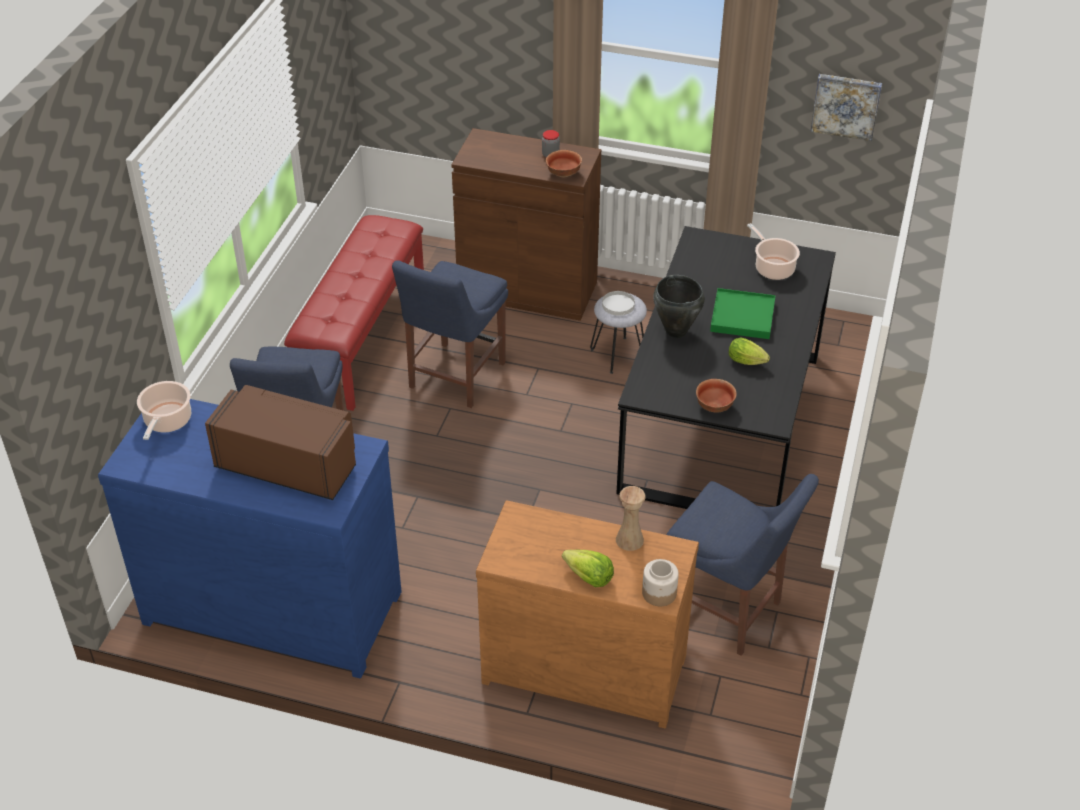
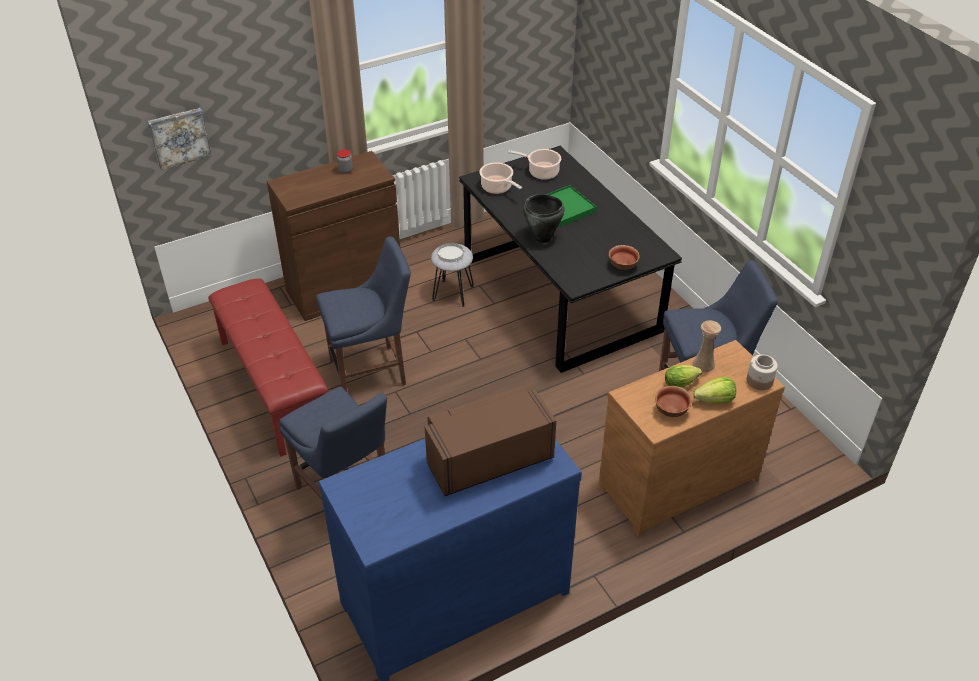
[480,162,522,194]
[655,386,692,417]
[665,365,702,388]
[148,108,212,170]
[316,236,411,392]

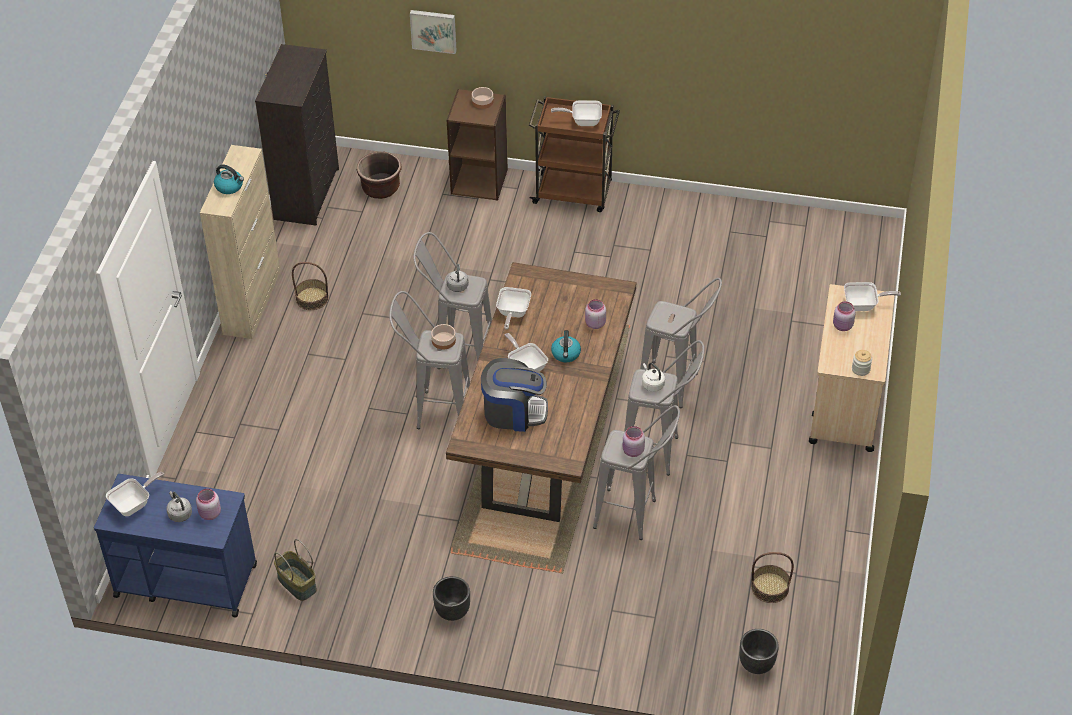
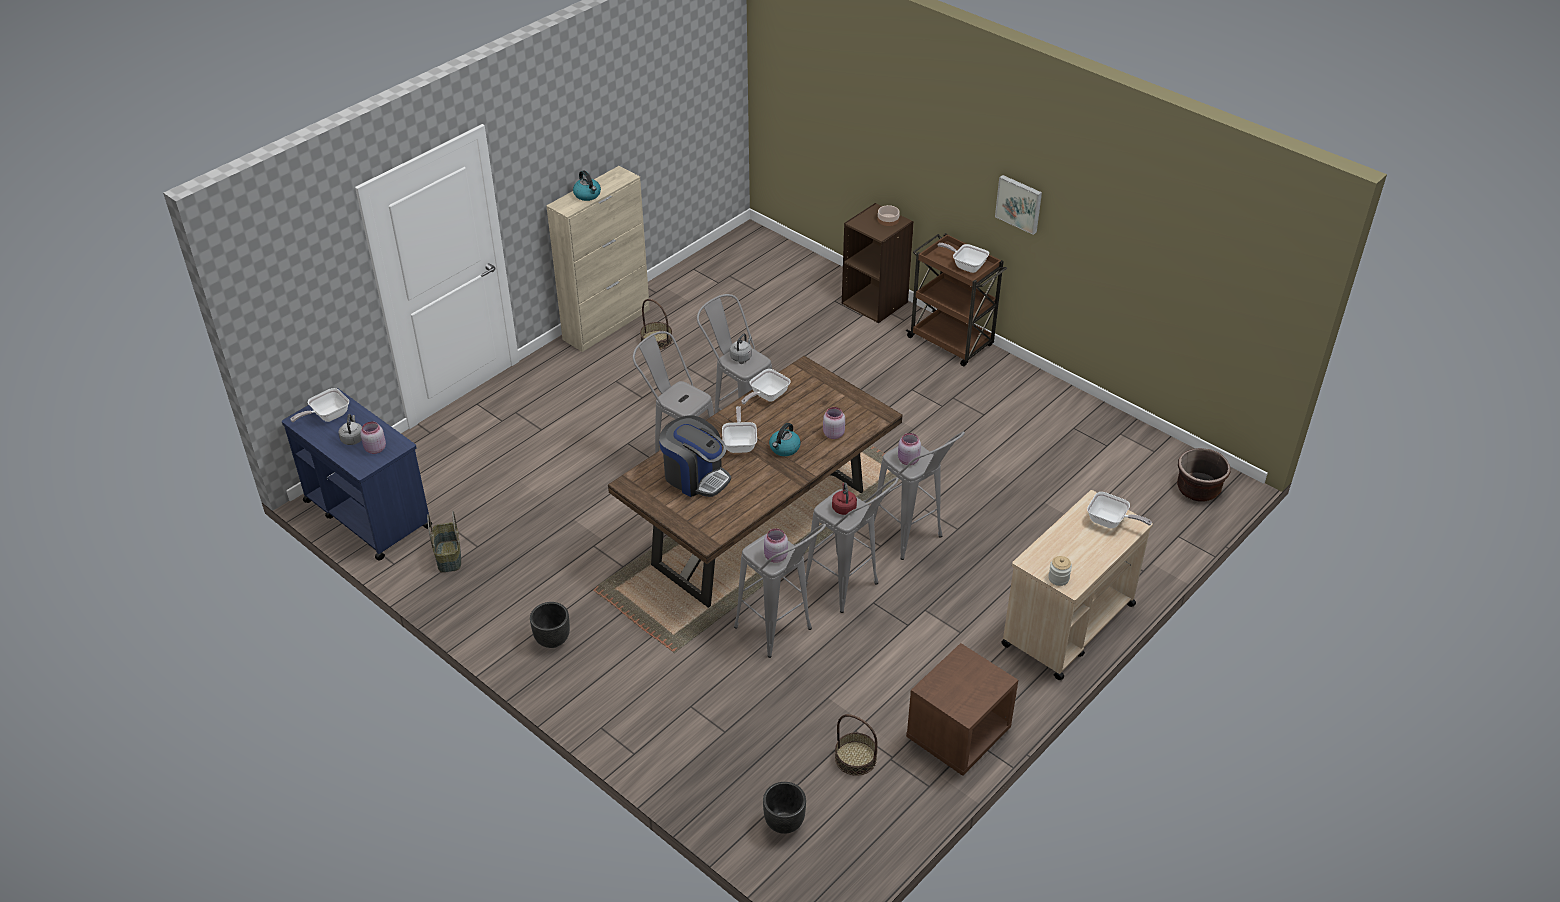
[255,44,339,225] (first image)
[431,324,456,349] (first image)
[906,643,1018,776]
[1177,448,1230,502]
[995,175,1042,235]
[898,433,921,465]
[832,483,857,515]
[290,388,349,422]

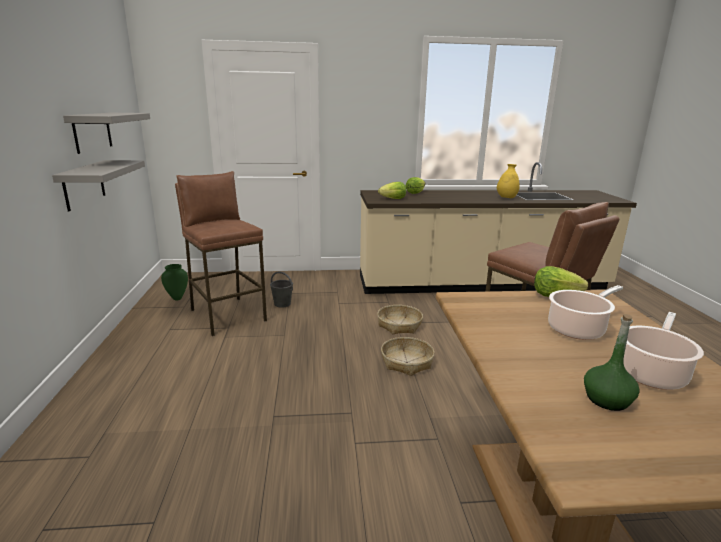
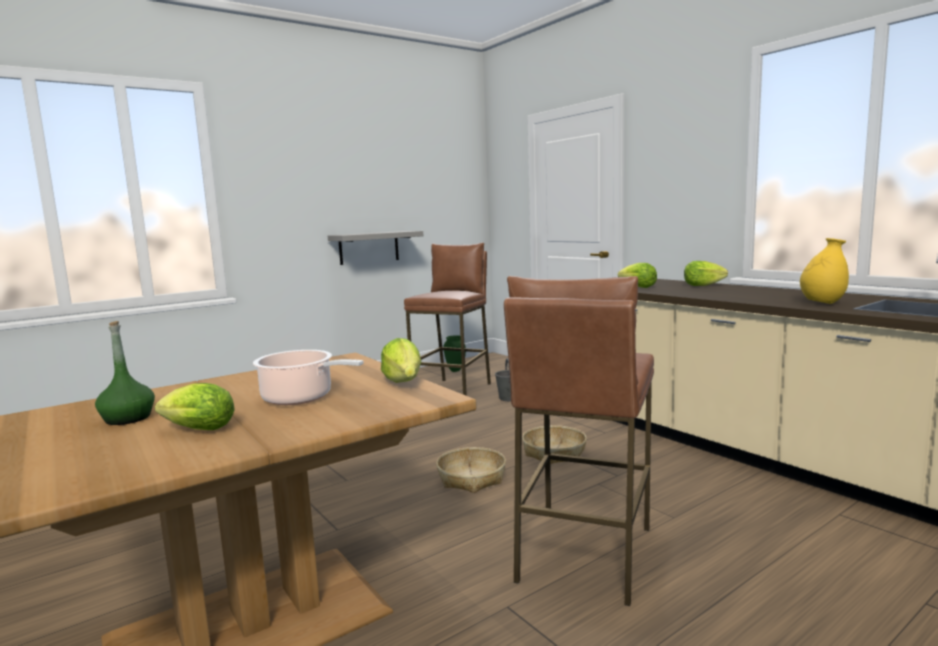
[63,113,150,154] (first image)
[155,383,235,430]

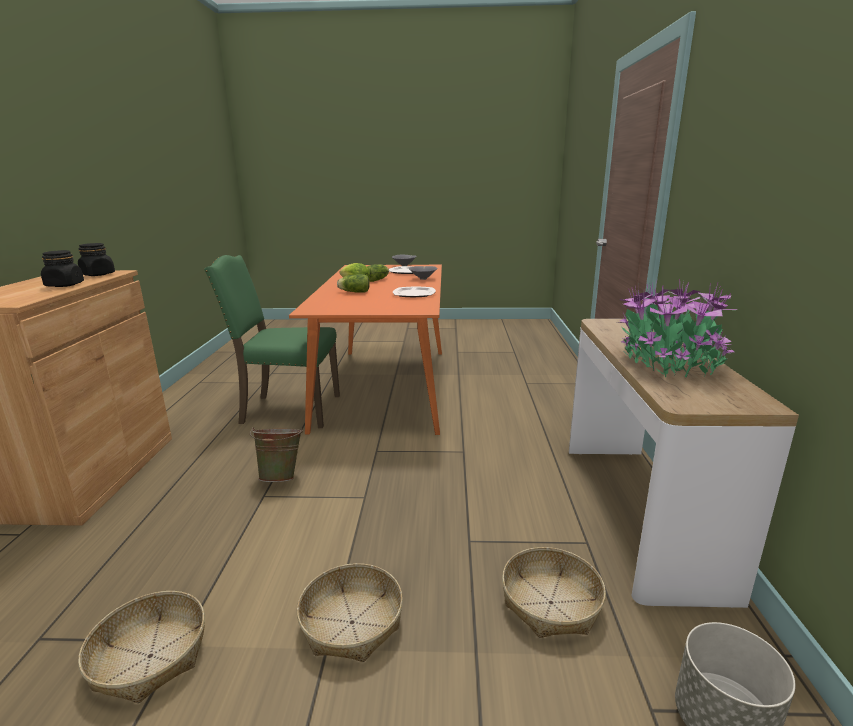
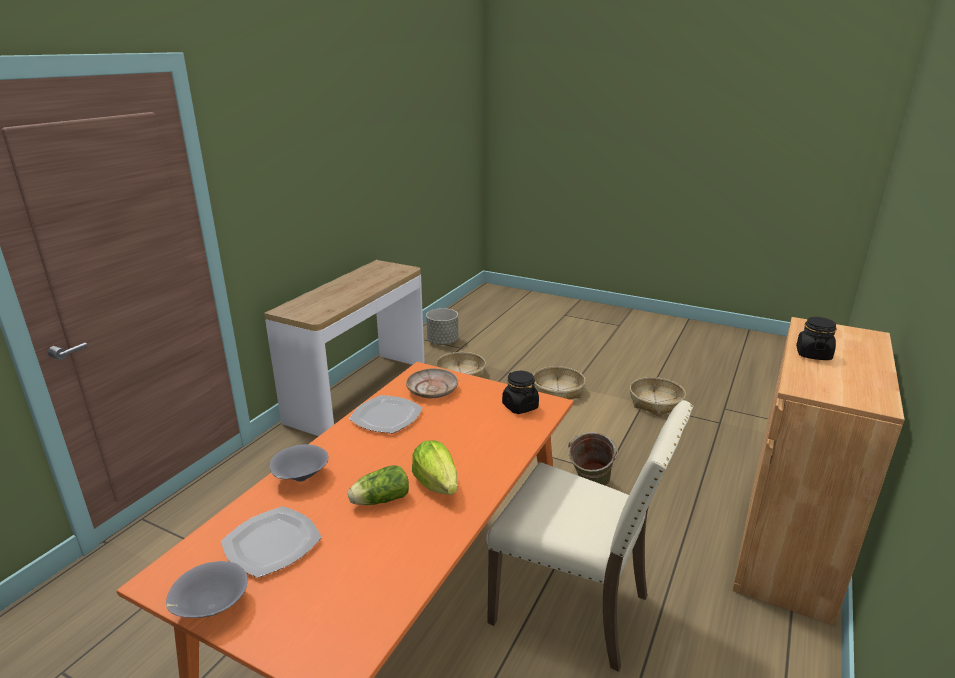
[337,274,369,292] (first image)
[617,279,737,377] (first image)
[406,368,458,398]
[502,371,539,414]
[486,400,694,672]

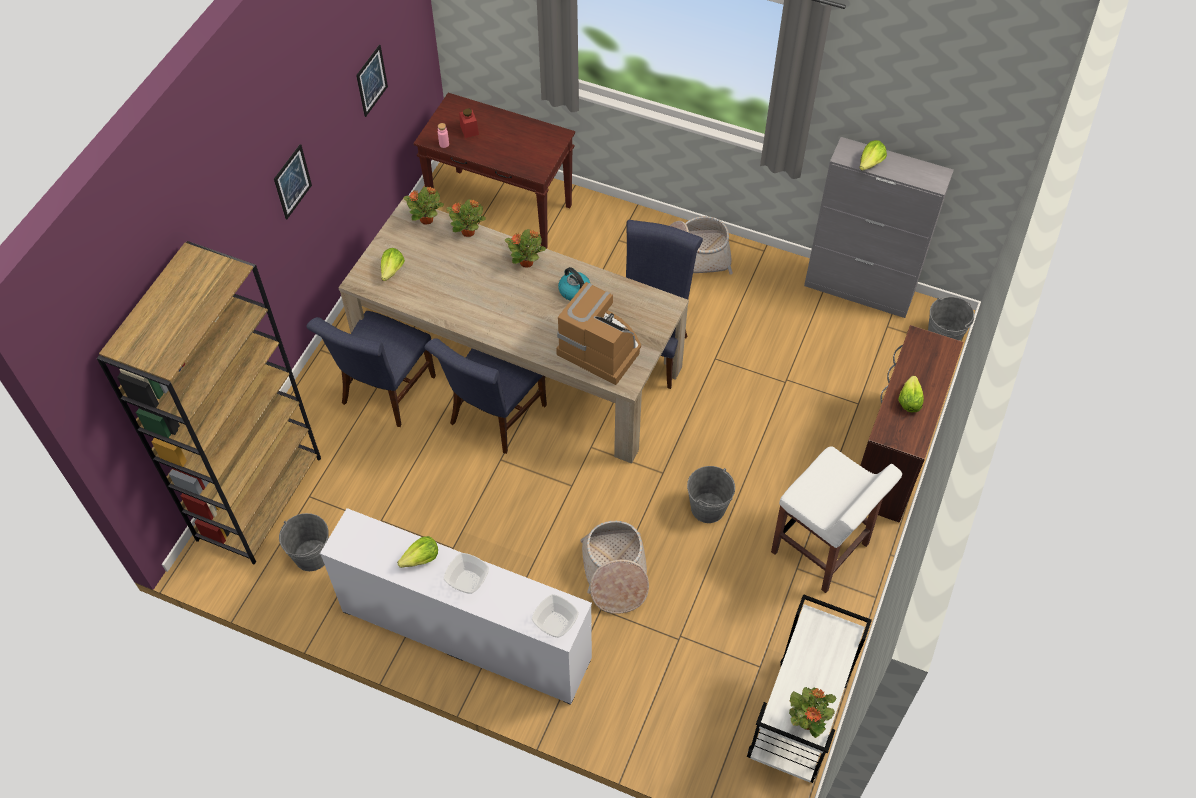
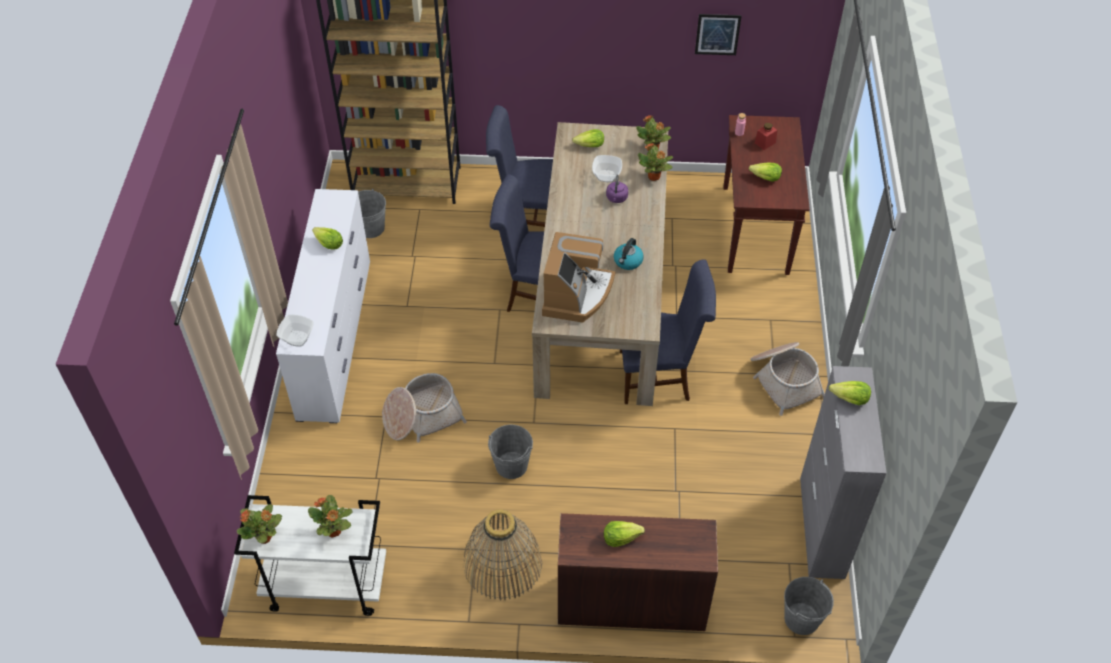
[274,144,312,220] (first image)
[606,175,628,203]
[749,163,782,182]
[592,155,622,182]
[308,495,353,538]
[463,509,542,601]

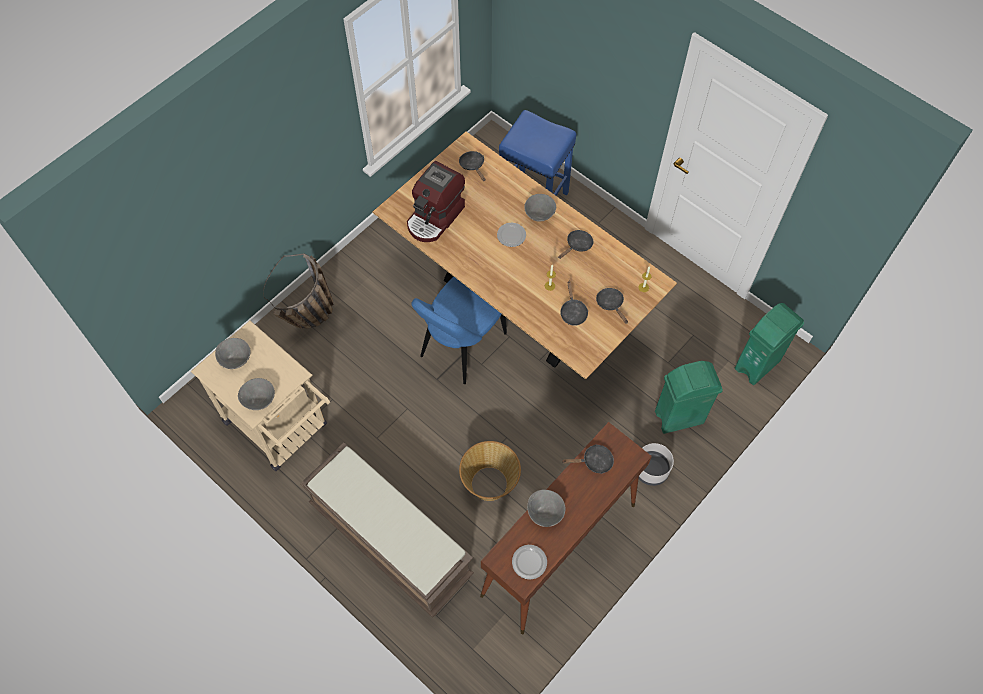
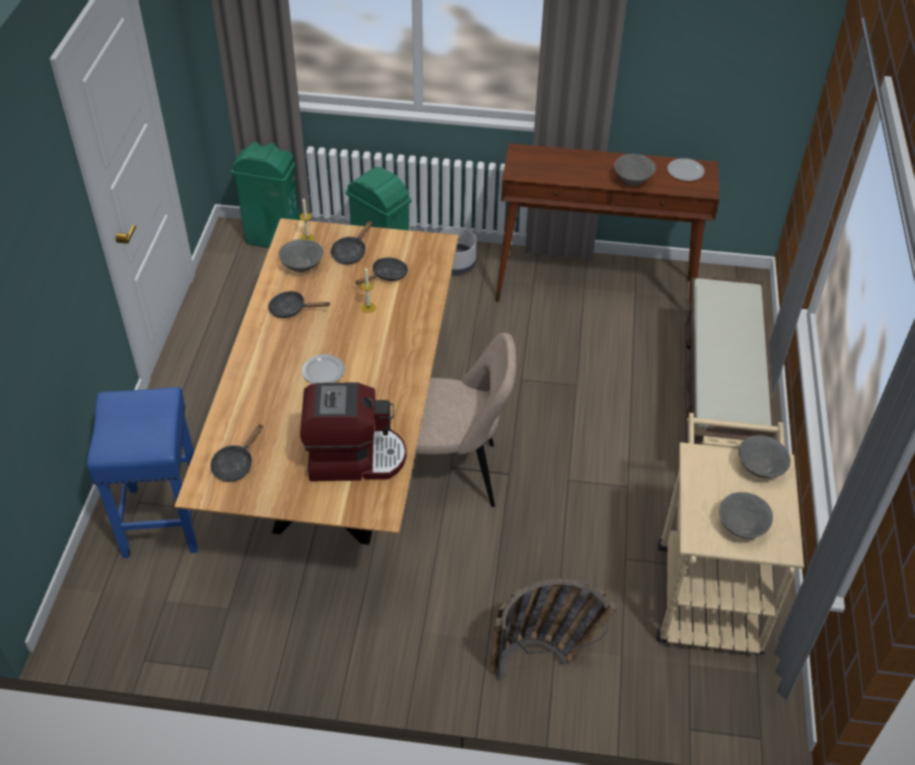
[459,441,521,501] (first image)
[562,444,614,474] (first image)
[279,239,324,272]
[416,333,517,507]

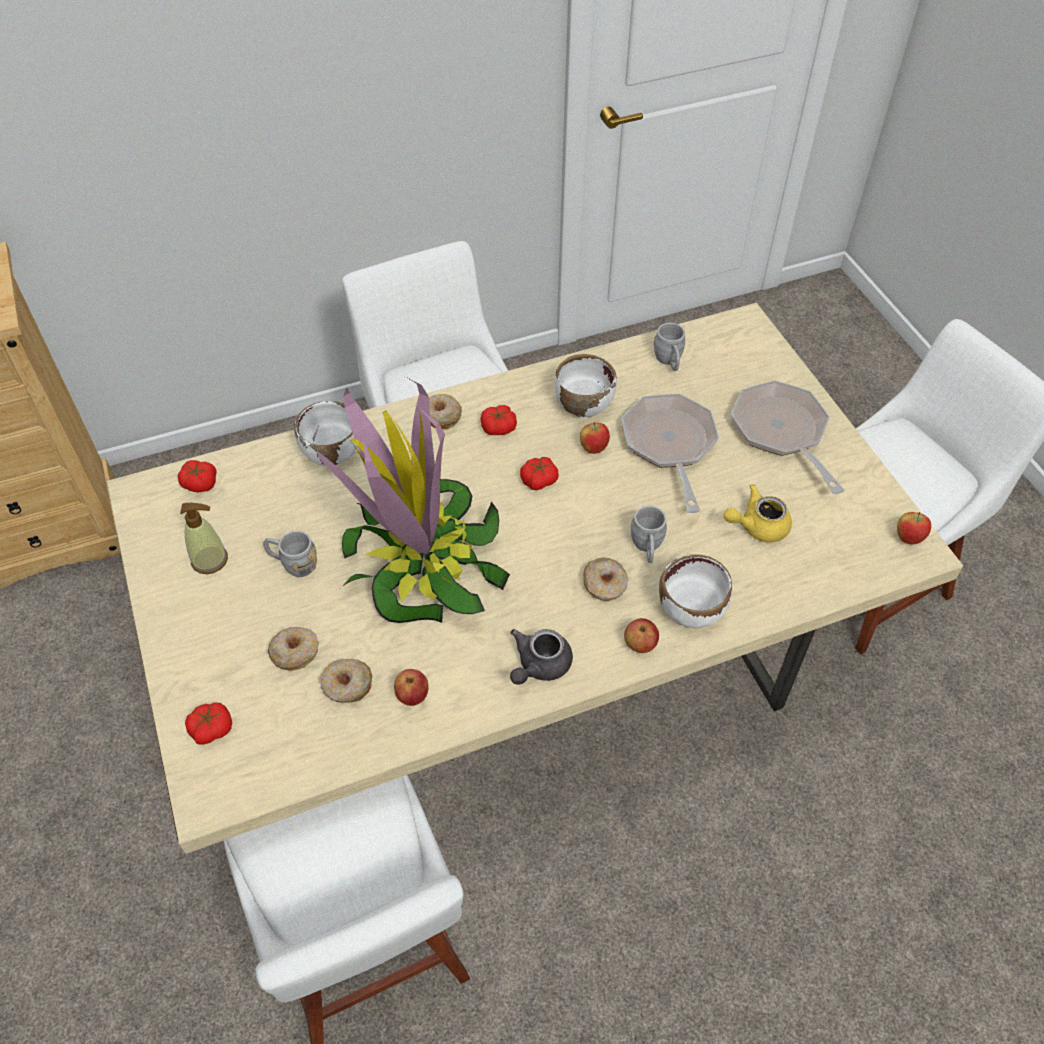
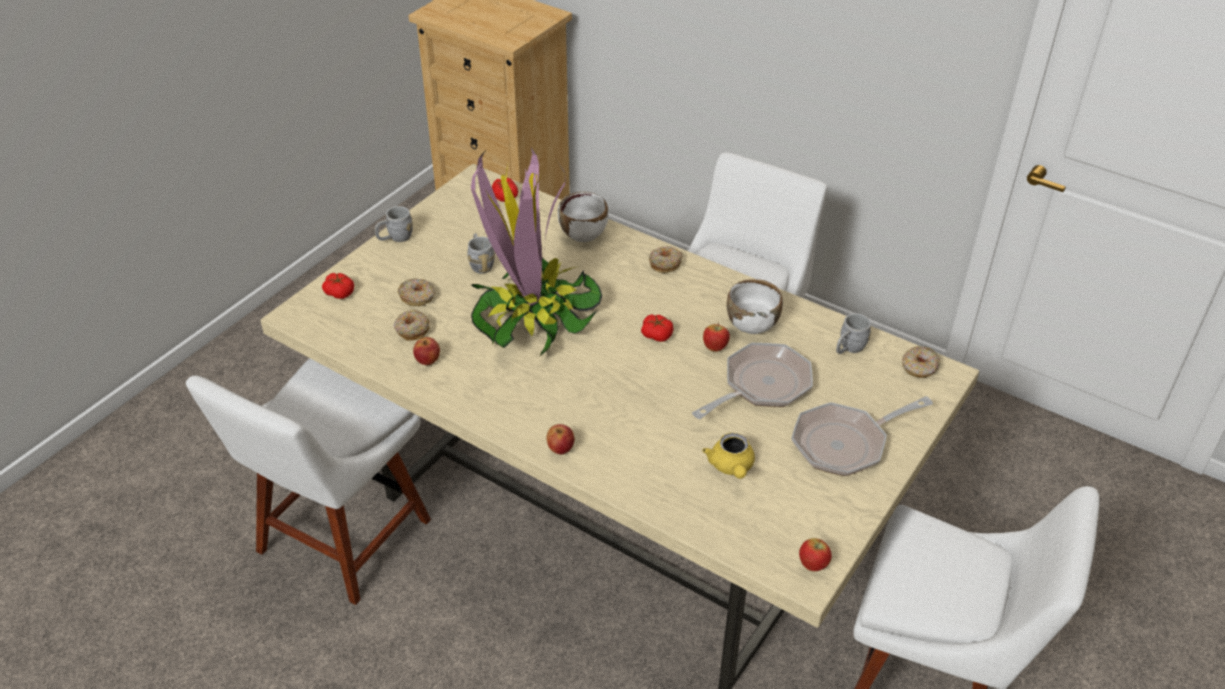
[180,503,228,574] (first image)
[480,405,517,435] (first image)
[510,629,573,685] (first image)
[659,554,733,628] (first image)
[902,346,940,378]
[375,206,413,242]
[702,433,755,479]
[791,396,933,476]

